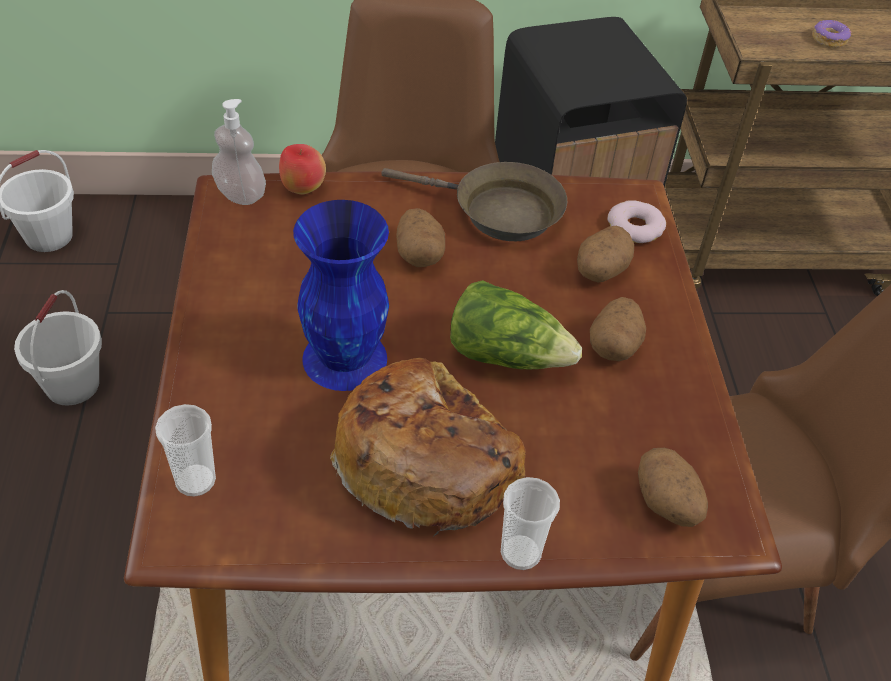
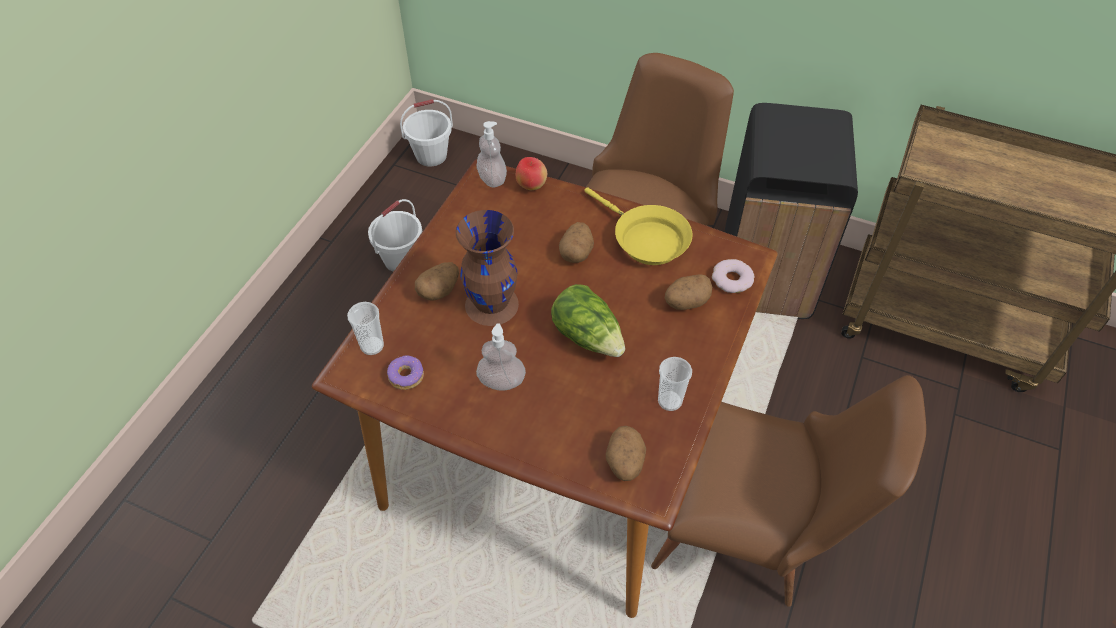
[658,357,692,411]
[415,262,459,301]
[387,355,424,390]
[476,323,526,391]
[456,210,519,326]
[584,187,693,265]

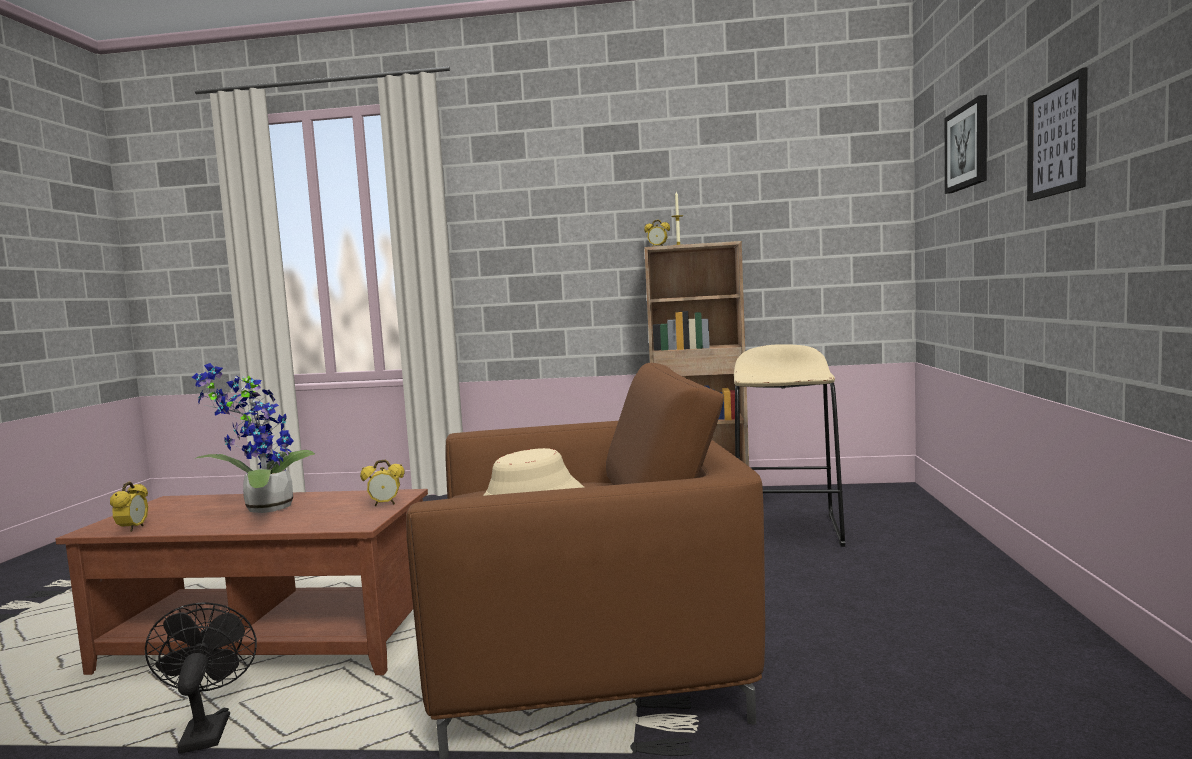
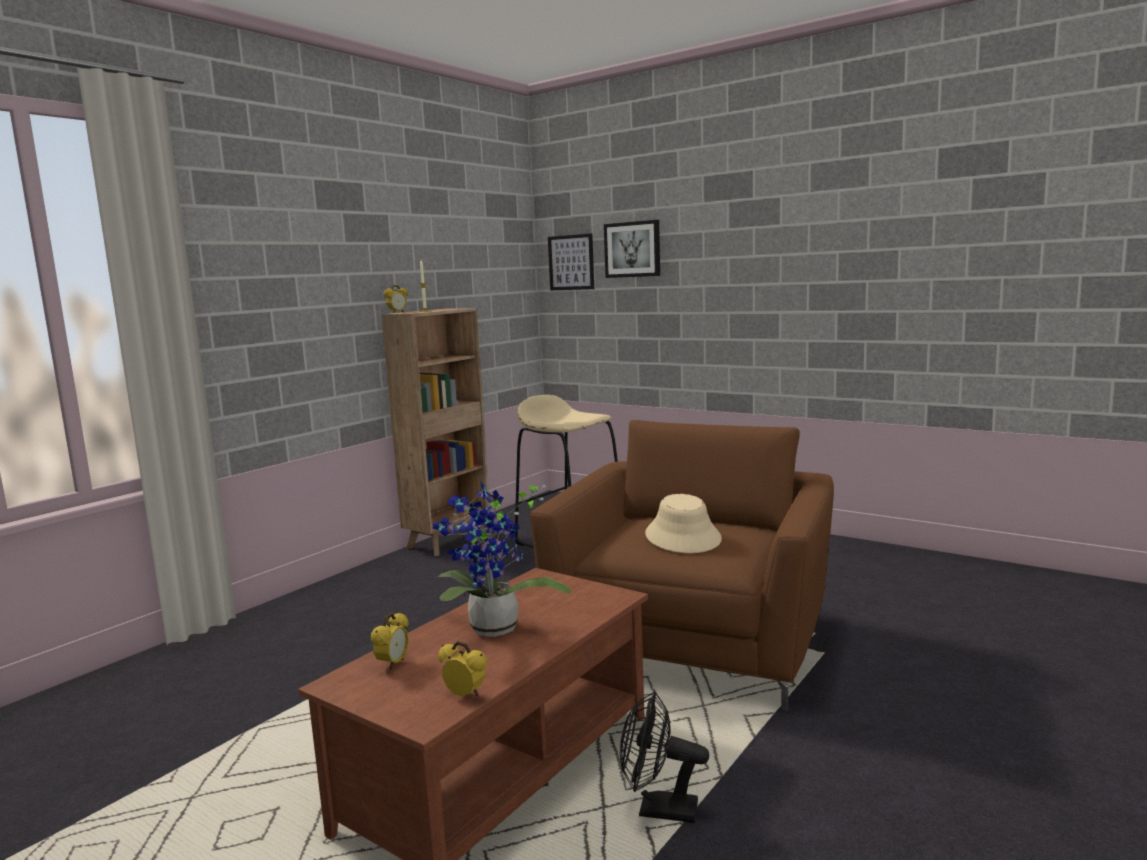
[371,613,409,670]
[548,234,594,291]

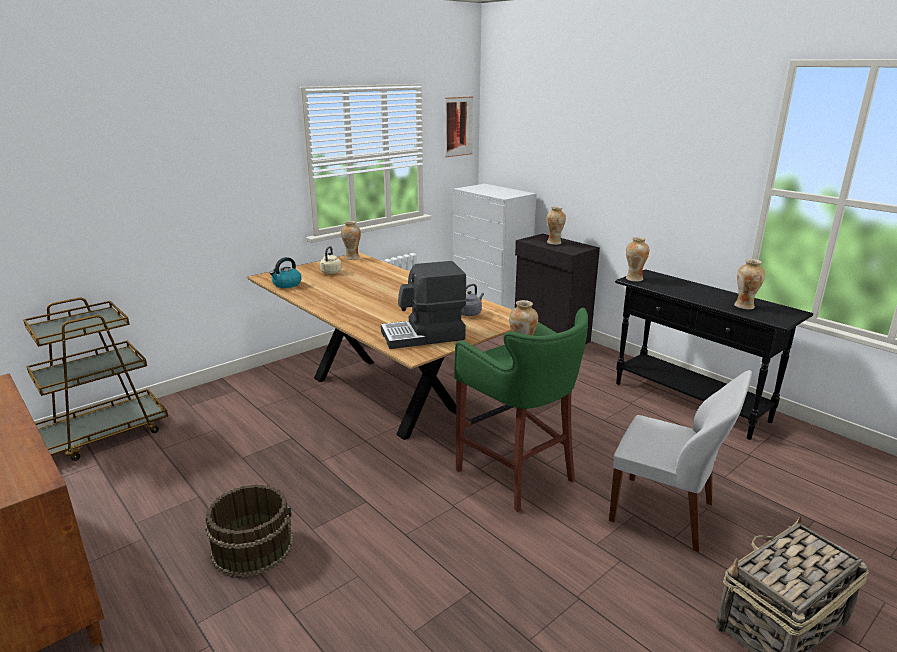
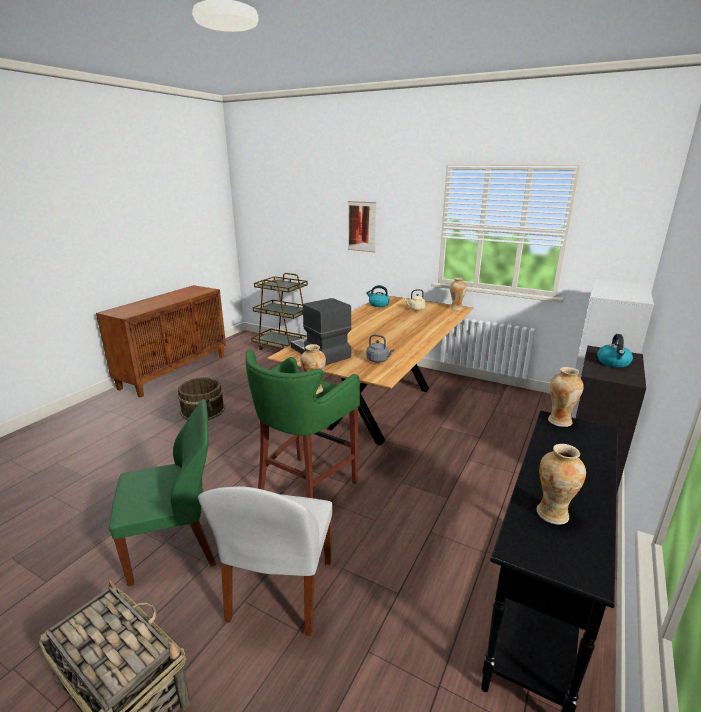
[109,399,216,586]
[348,201,376,252]
[597,334,633,367]

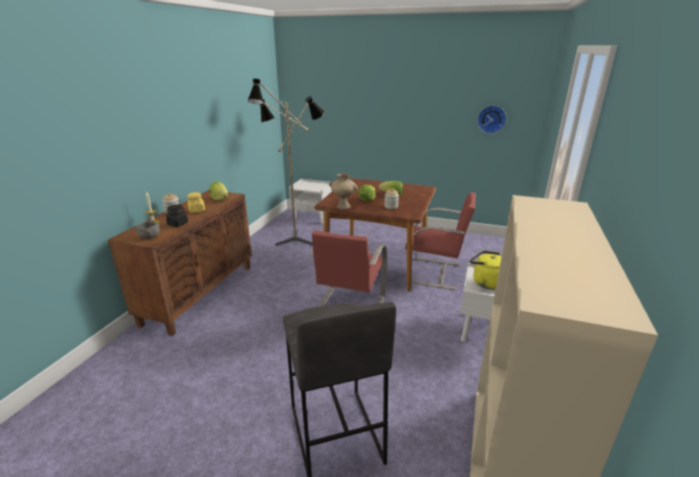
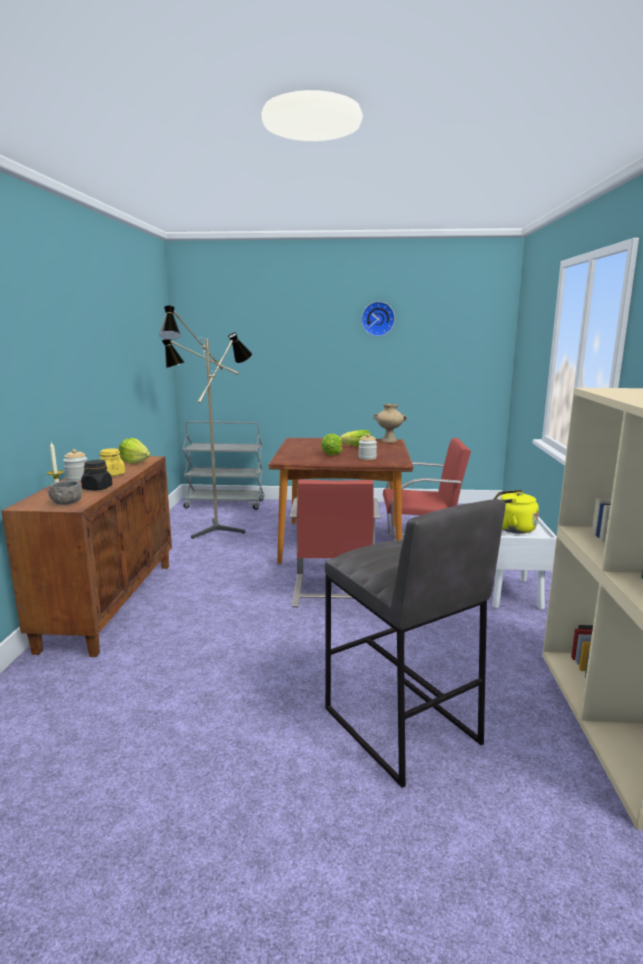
[373,404,407,443]
[361,302,395,336]
[183,421,265,510]

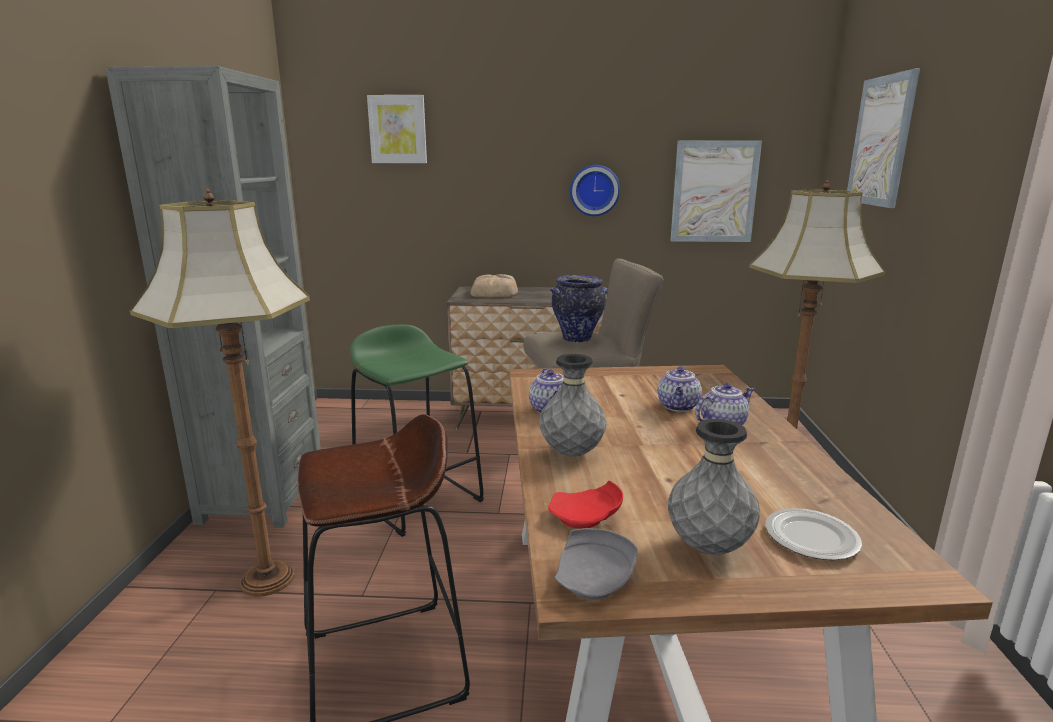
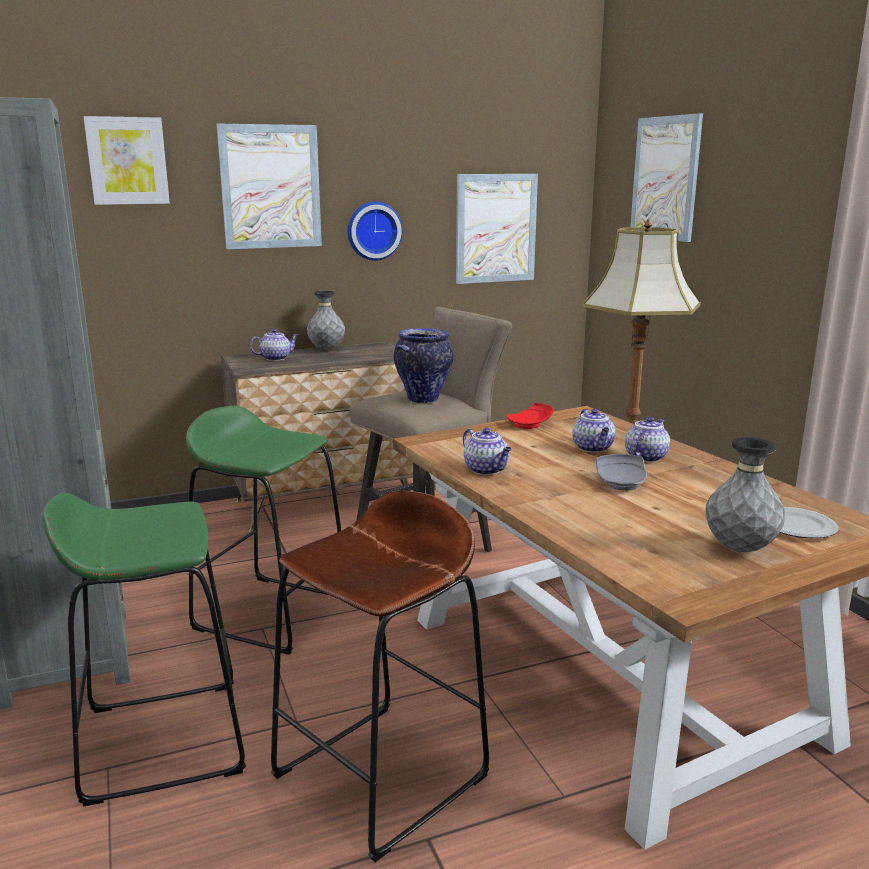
[216,124,322,249]
[307,291,345,350]
[507,403,553,429]
[596,454,647,491]
[42,492,246,807]
[250,329,298,361]

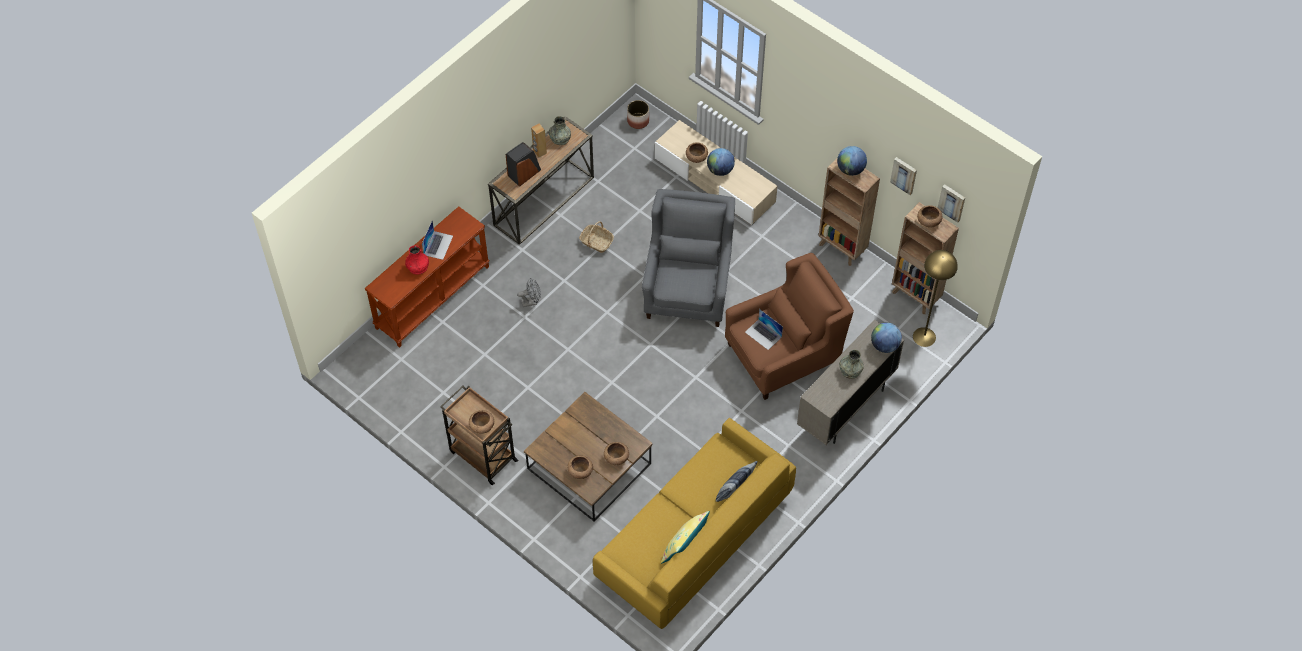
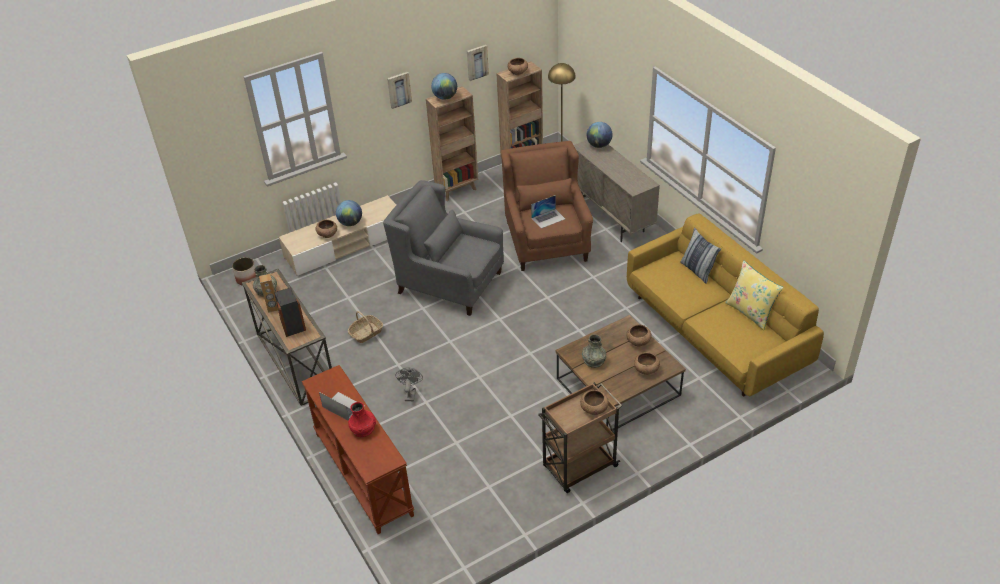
[582,335,606,368]
[387,72,412,109]

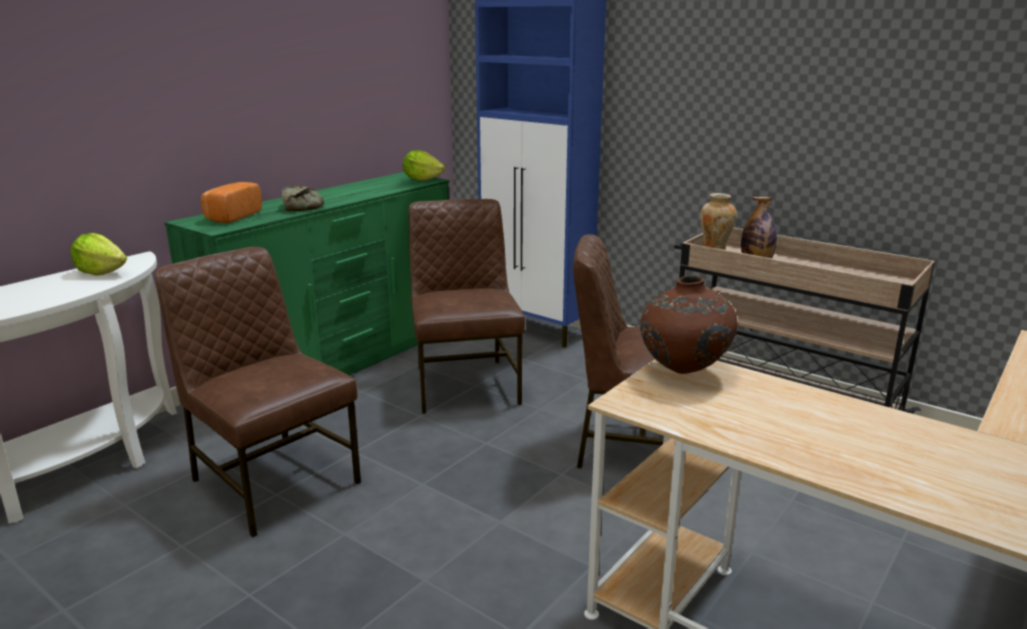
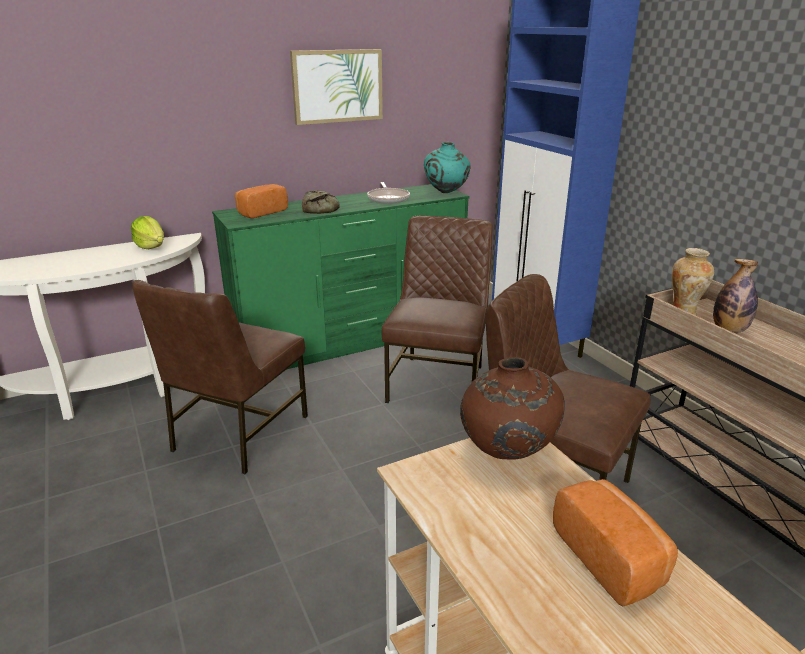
[290,49,383,125]
[367,182,410,204]
[553,479,678,606]
[424,142,470,193]
[132,280,308,474]

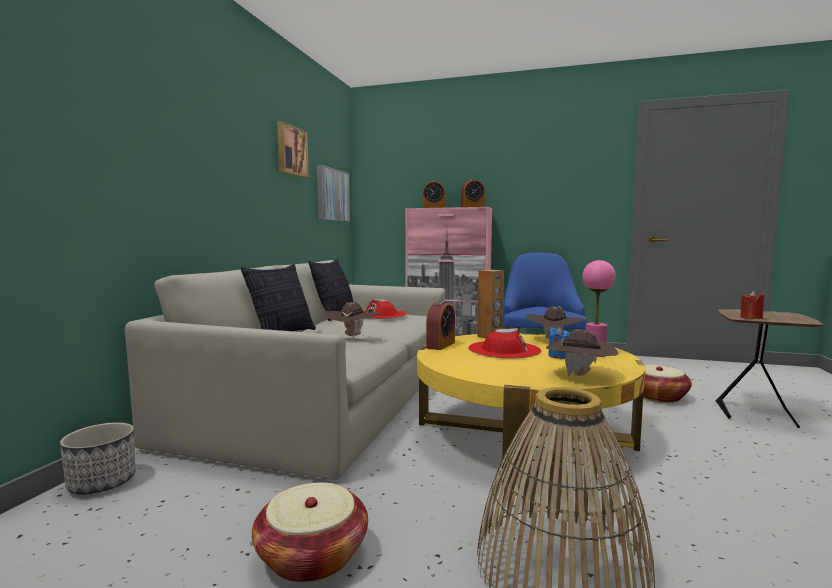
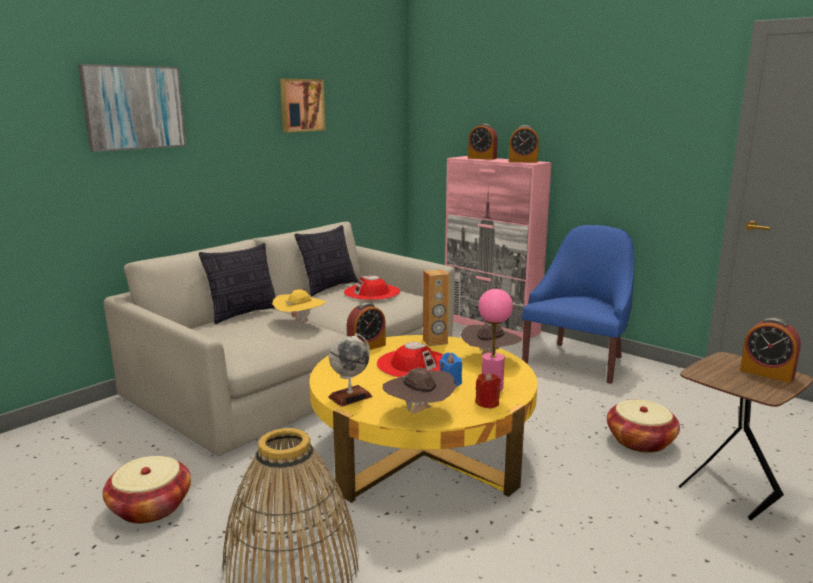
[60,422,136,495] (first image)
[328,333,372,407]
[740,318,801,383]
[78,64,186,152]
[475,372,501,409]
[272,289,326,326]

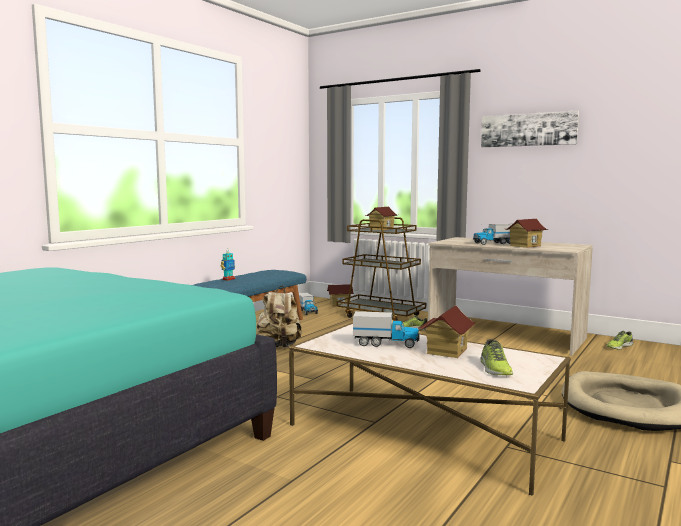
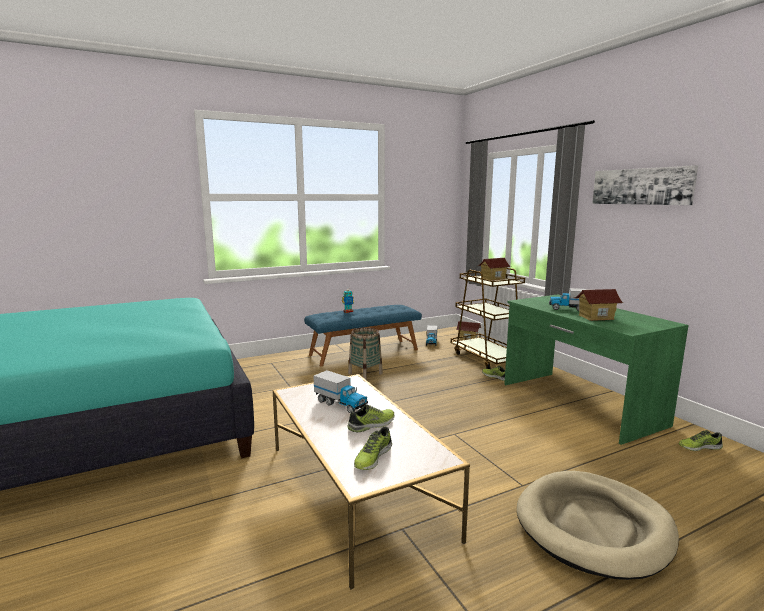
[348,327,383,380]
[347,404,394,433]
[504,294,688,445]

